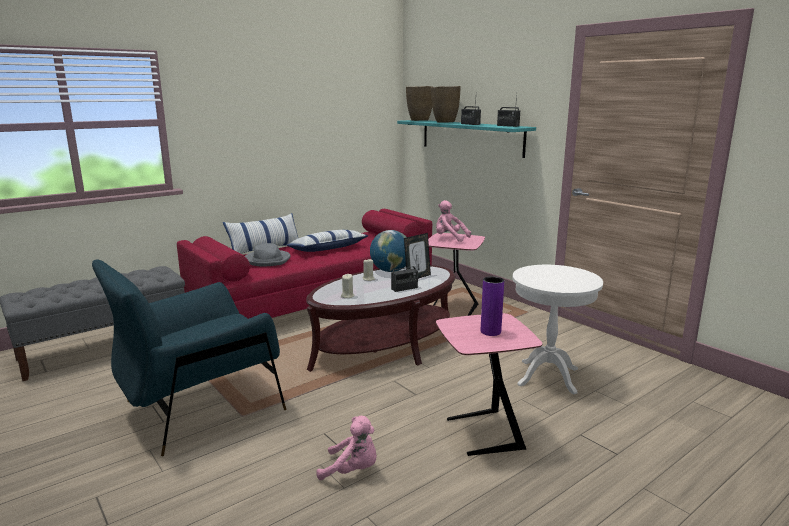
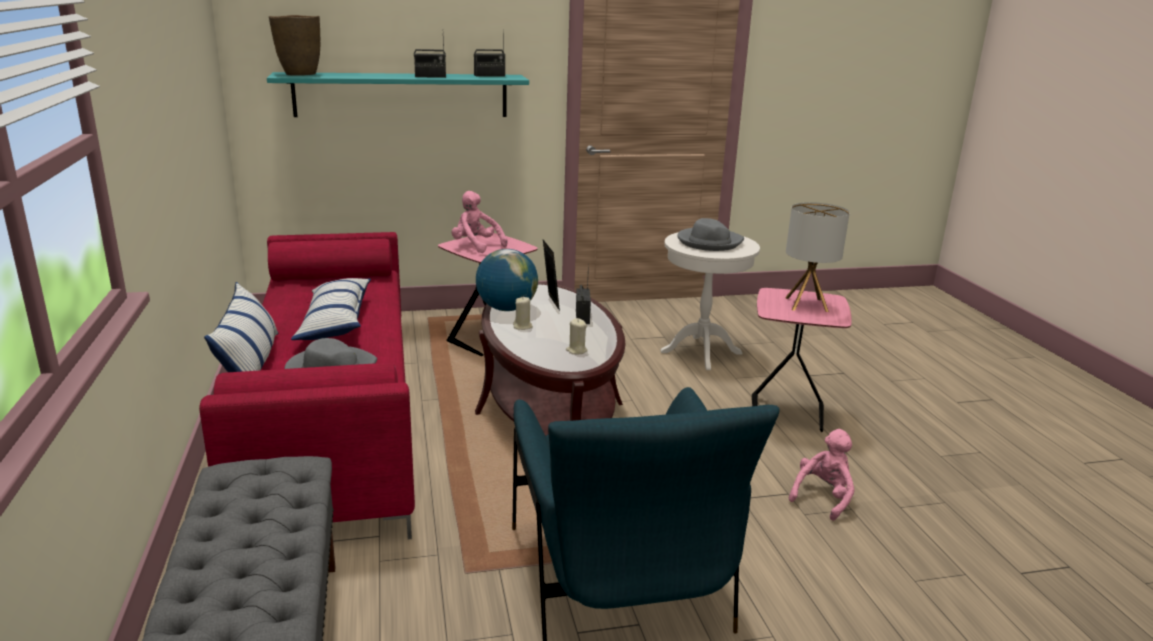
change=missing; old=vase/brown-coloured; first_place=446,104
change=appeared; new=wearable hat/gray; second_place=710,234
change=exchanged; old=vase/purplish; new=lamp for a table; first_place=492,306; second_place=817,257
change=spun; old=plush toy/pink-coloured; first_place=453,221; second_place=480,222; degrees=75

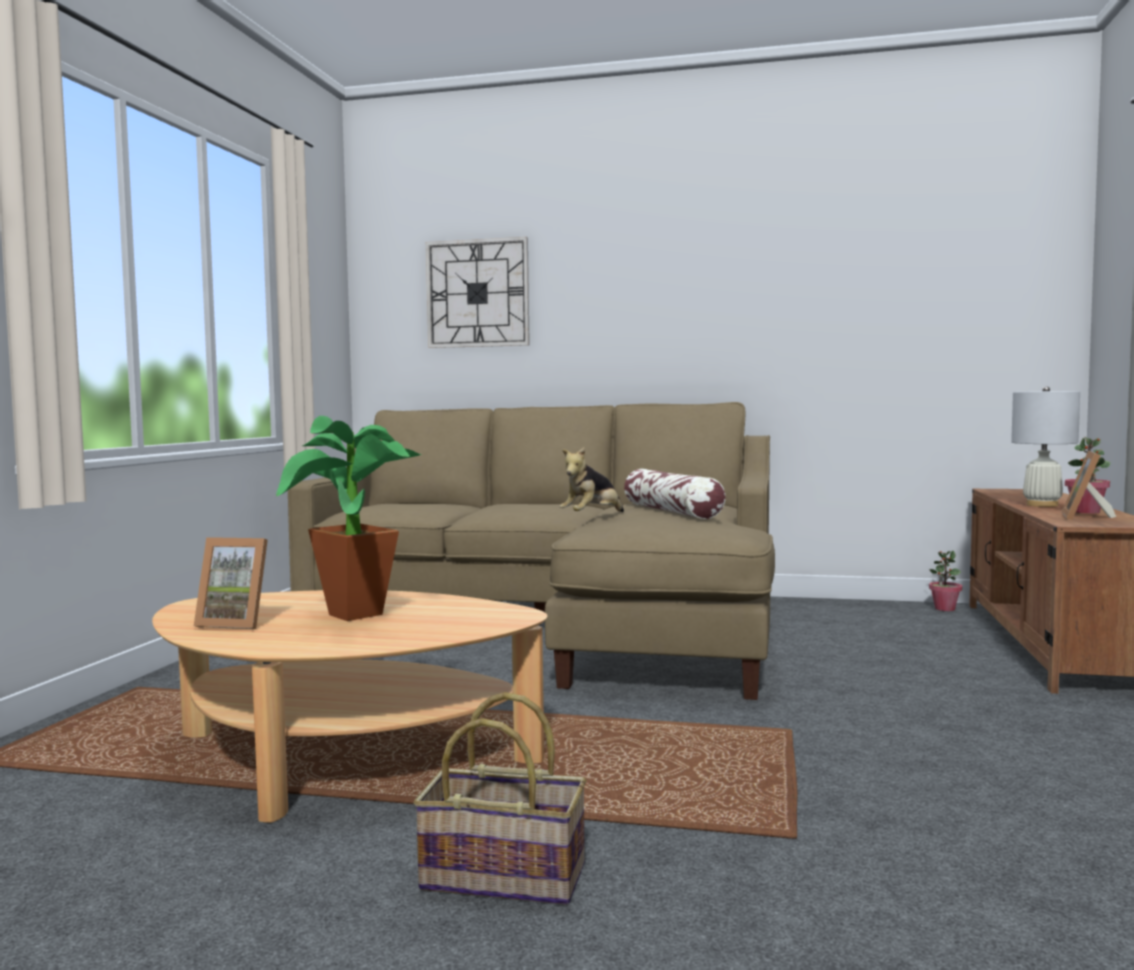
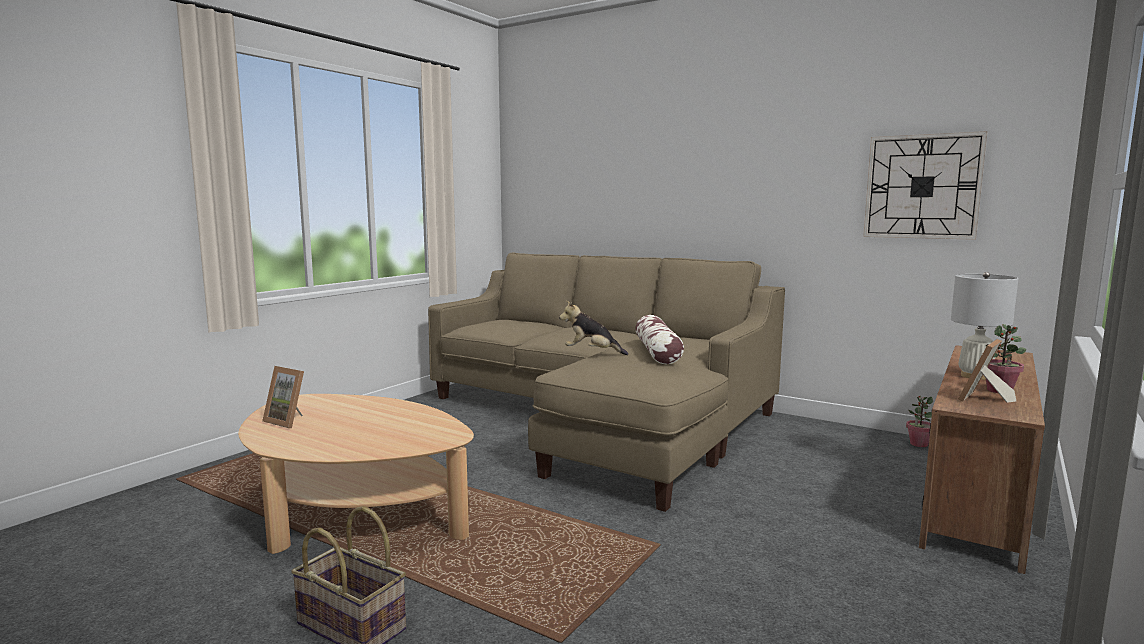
change=missing; old=plant in a pot; first_place=349,518
change=relocated; old=clock on the wall; first_place=478,292; second_place=925,185
change=spun; old=plush toy; first_place=591,479; second_place=593,328; degrees=45

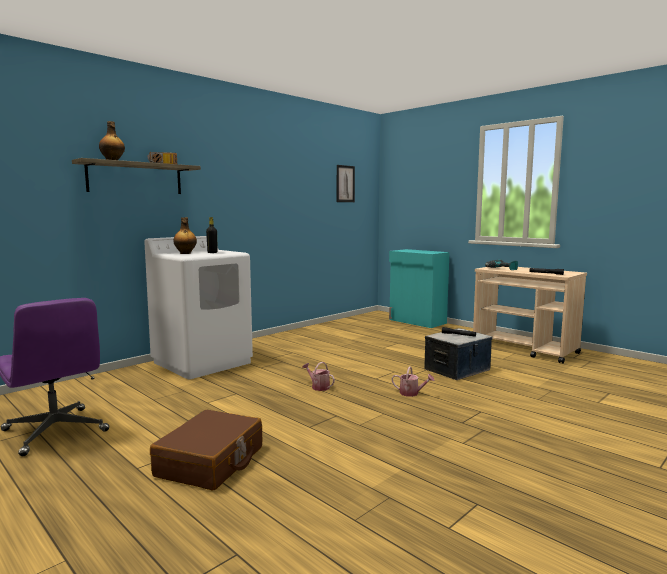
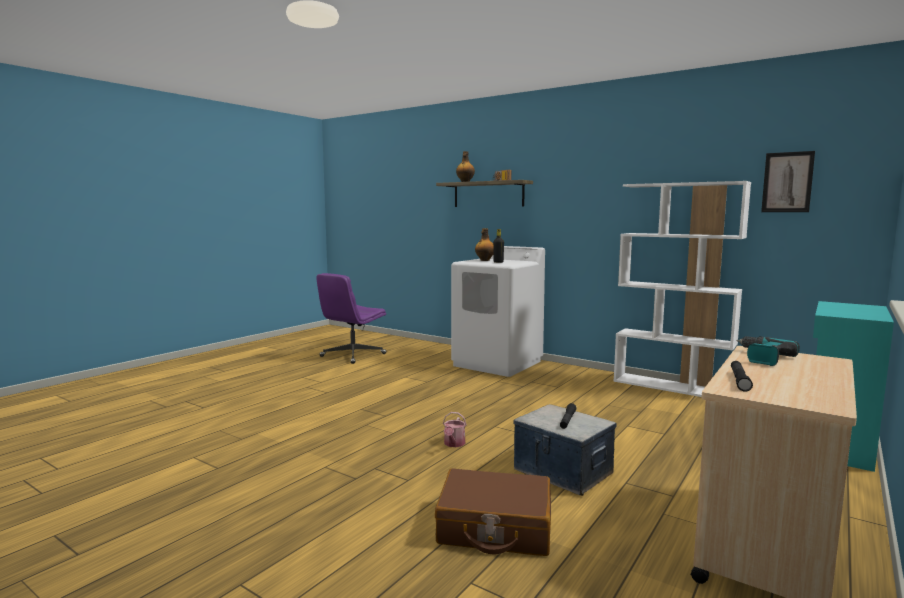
change=missing; old=watering pot; first_place=318,376
change=appeared; new=shelving unit/whitish; second_place=682,289
change=relocated; old=travel case/brown-coloured; first_place=206,450; second_place=493,512

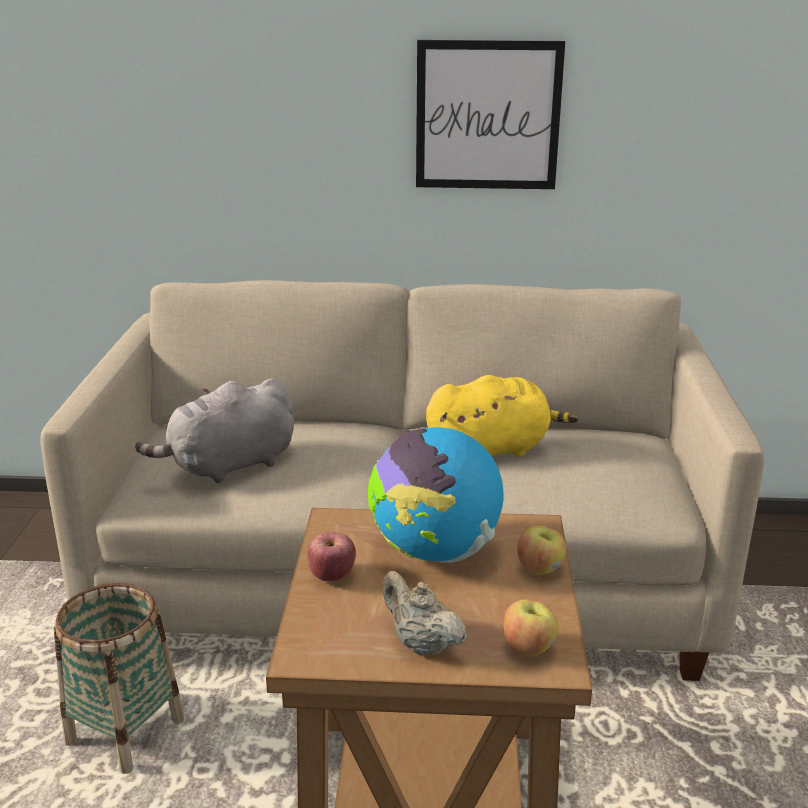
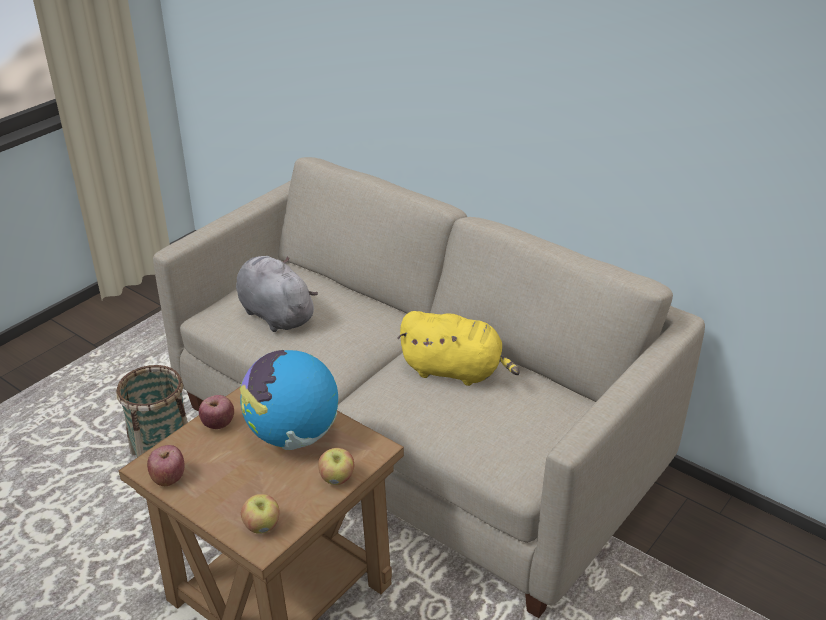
change=missing; old=tea pot/beige-coloured; first_place=425,613
change=missing; old=wall art; first_place=490,114
change=appeared; new=apple fruit; second_place=165,465
change=spun; old=plush toy/gray; first_place=214,431; second_place=277,294; degrees=45

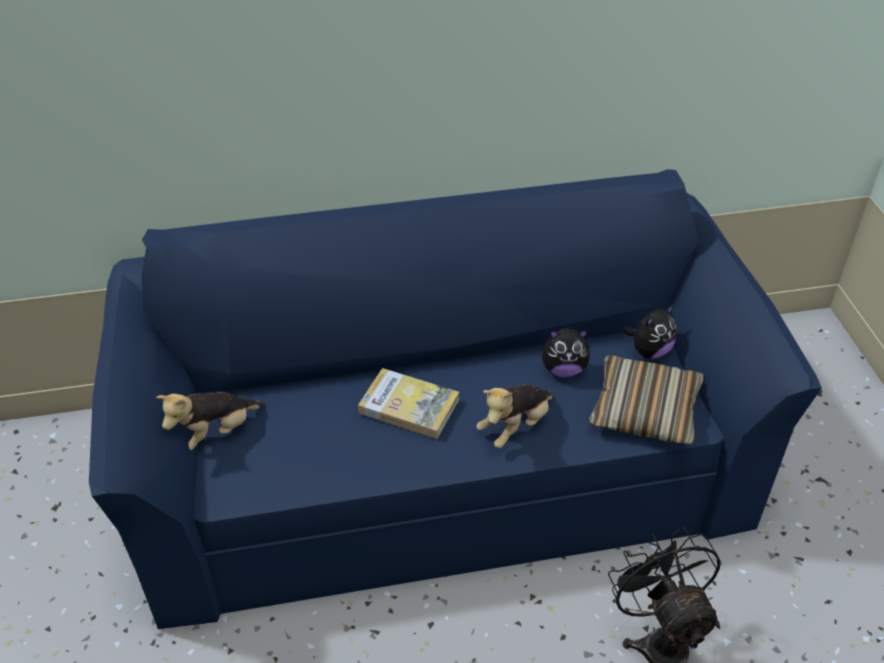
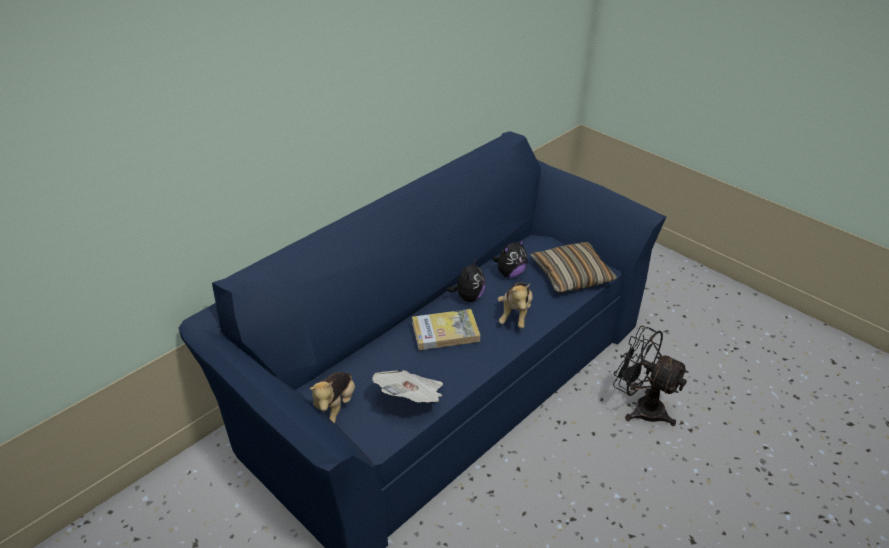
change=appeared; new=daily paper; second_place=407,386
change=relocated; old=plush toy; first_place=650,331; second_place=466,279

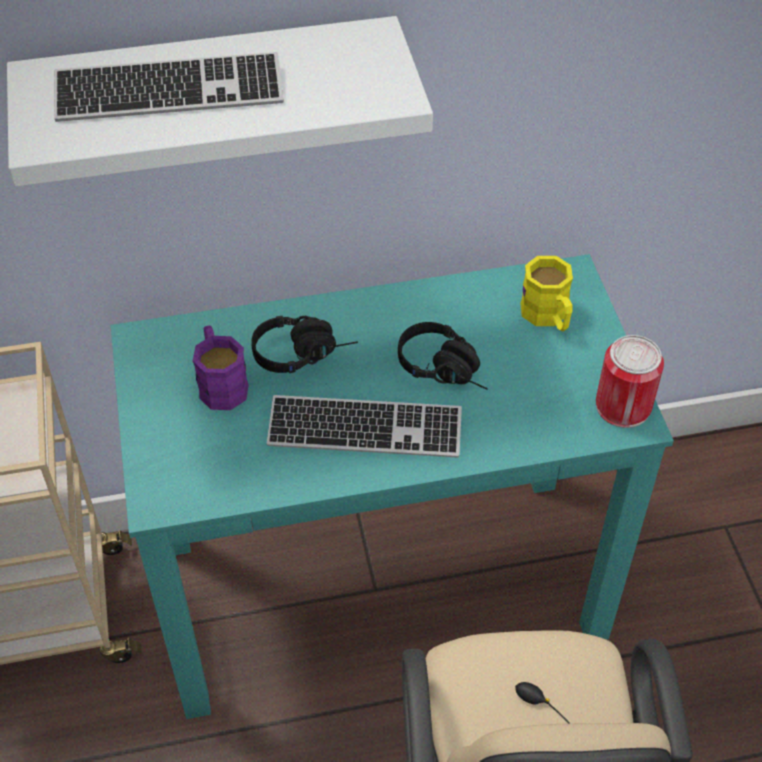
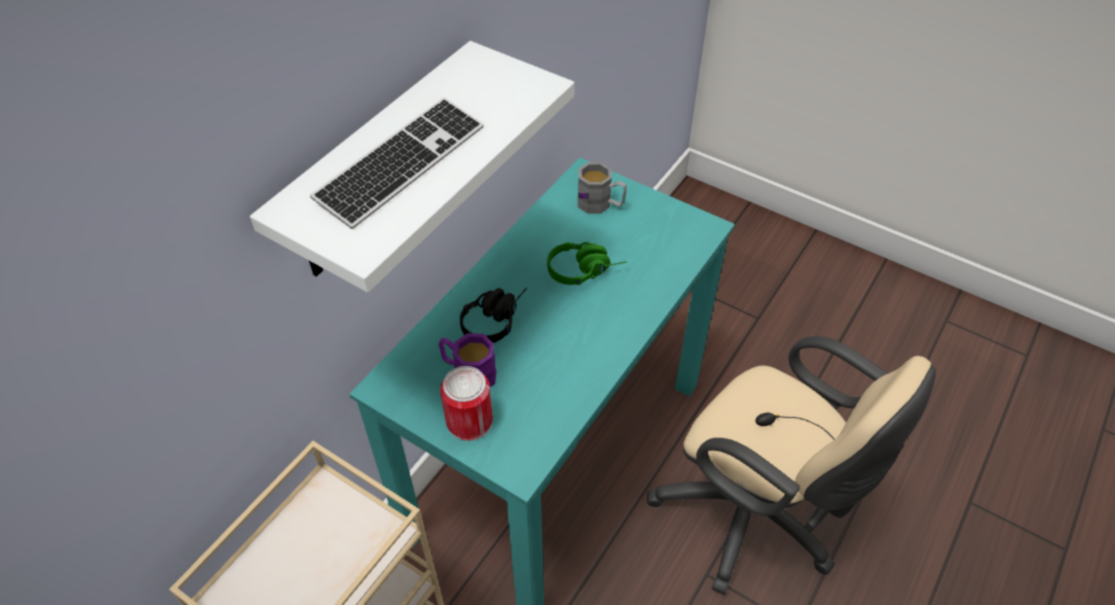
change=missing; old=keyboard; first_place=364,426
change=relocated; old=metal can; first_place=630,381; second_place=466,403
change=colour; old=headphones/blackish; new=headphones/greenish; first_place=443,356; second_place=587,263
change=colour; old=mug/yellow-coloured; new=mug/gray; first_place=546,293; second_place=602,188

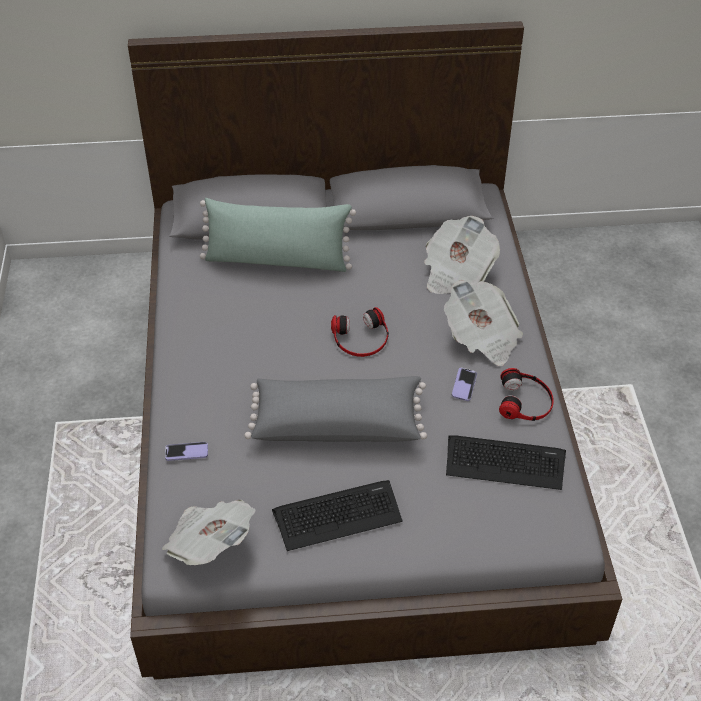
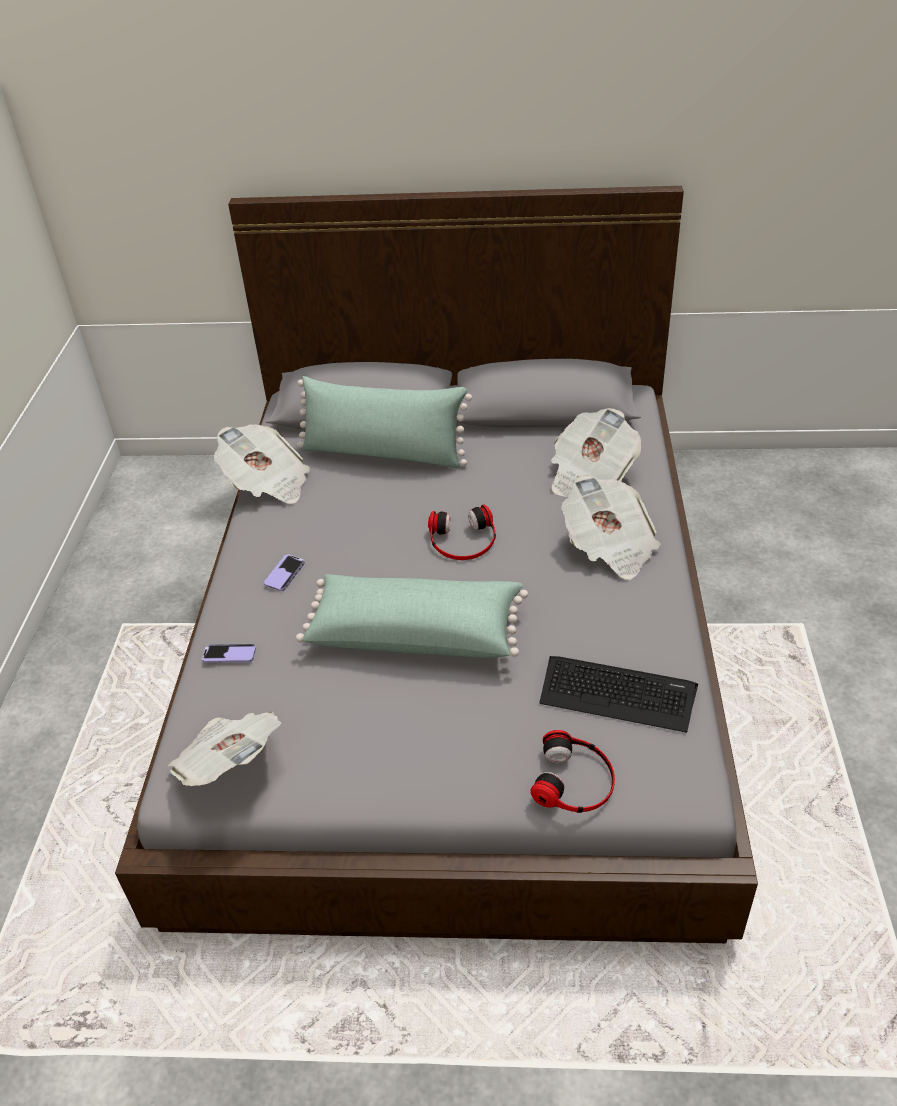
change=missing; old=keyboard; first_place=337,515
change=appeared; new=daily paper; second_place=262,464
change=relocated; old=handset; first_place=464,384; second_place=284,572
change=relocated; old=headphones; first_place=526,394; second_place=572,771
change=colour; old=cushion/gray; new=cushion/greenish; first_place=335,409; second_place=412,616

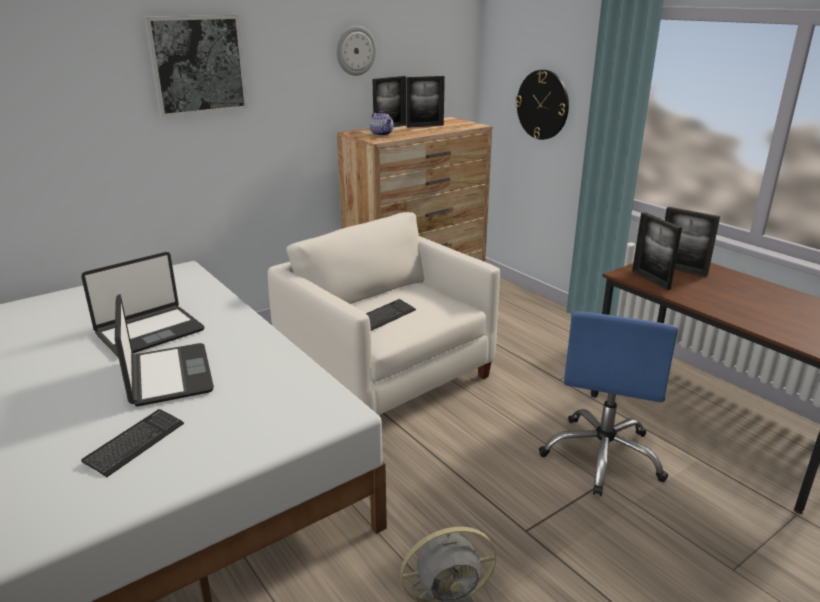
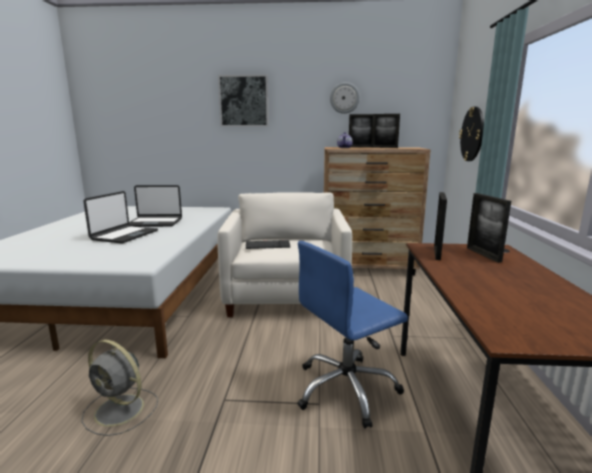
change=missing; old=keyboard; first_place=132,443

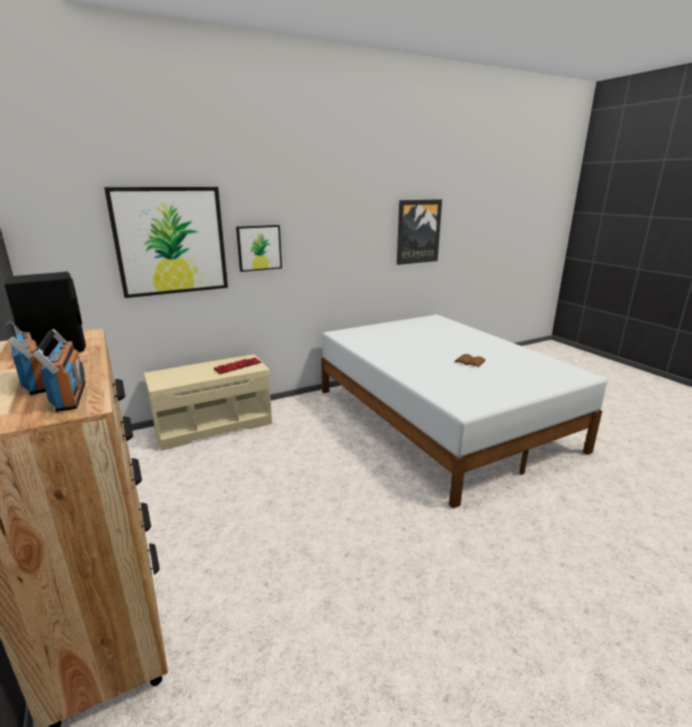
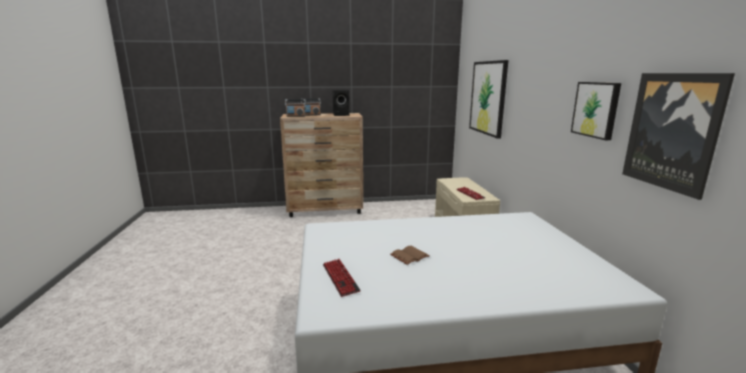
change=appeared; new=keyboard; second_place=342,278
change=relocated; old=wall art; first_place=259,248; second_place=596,111

